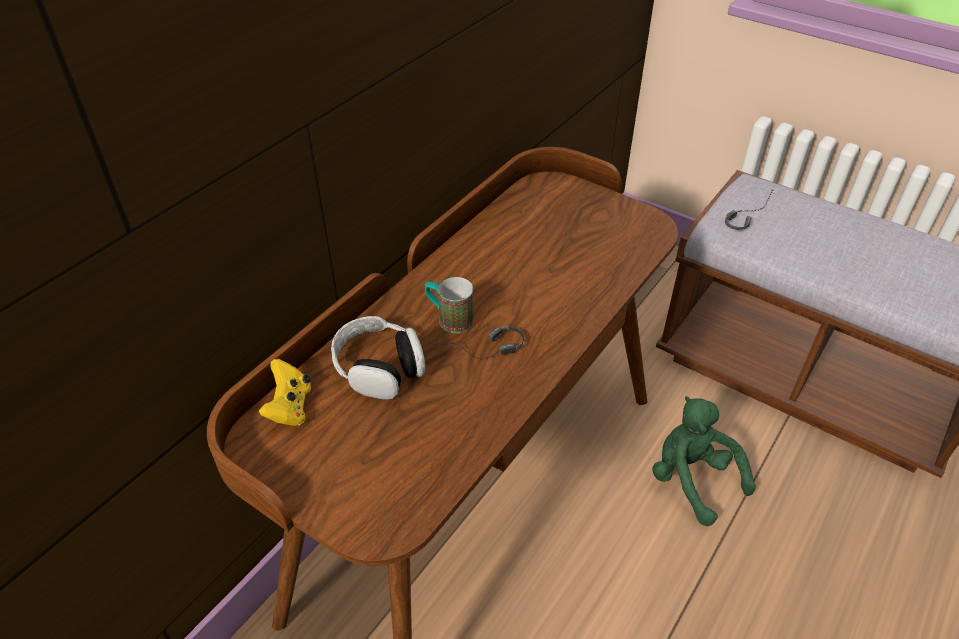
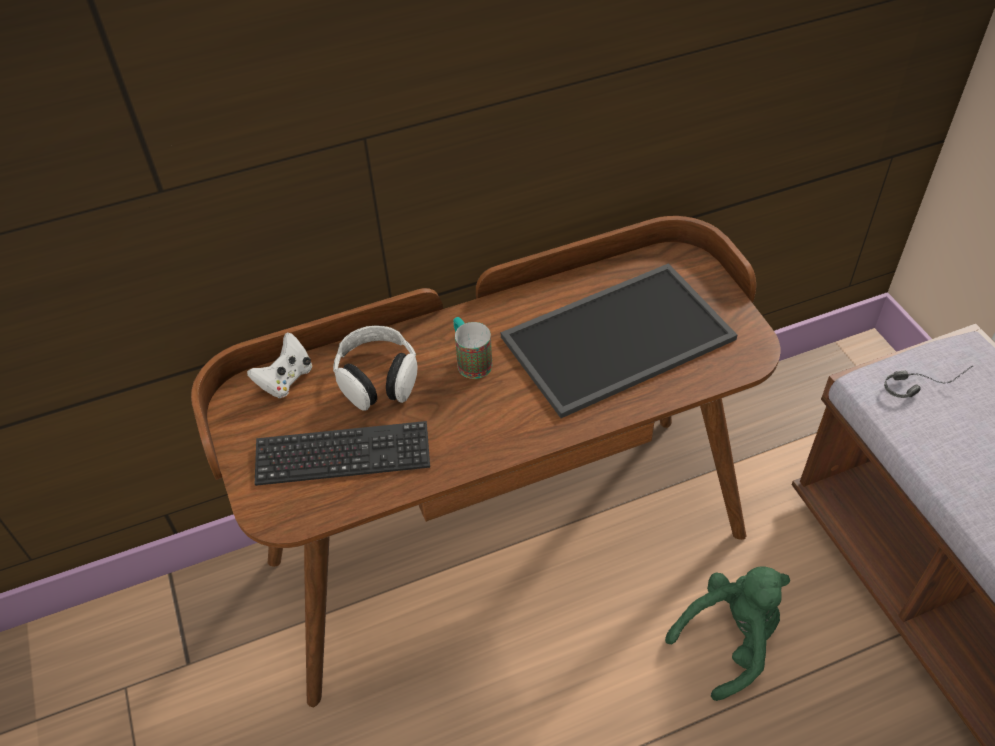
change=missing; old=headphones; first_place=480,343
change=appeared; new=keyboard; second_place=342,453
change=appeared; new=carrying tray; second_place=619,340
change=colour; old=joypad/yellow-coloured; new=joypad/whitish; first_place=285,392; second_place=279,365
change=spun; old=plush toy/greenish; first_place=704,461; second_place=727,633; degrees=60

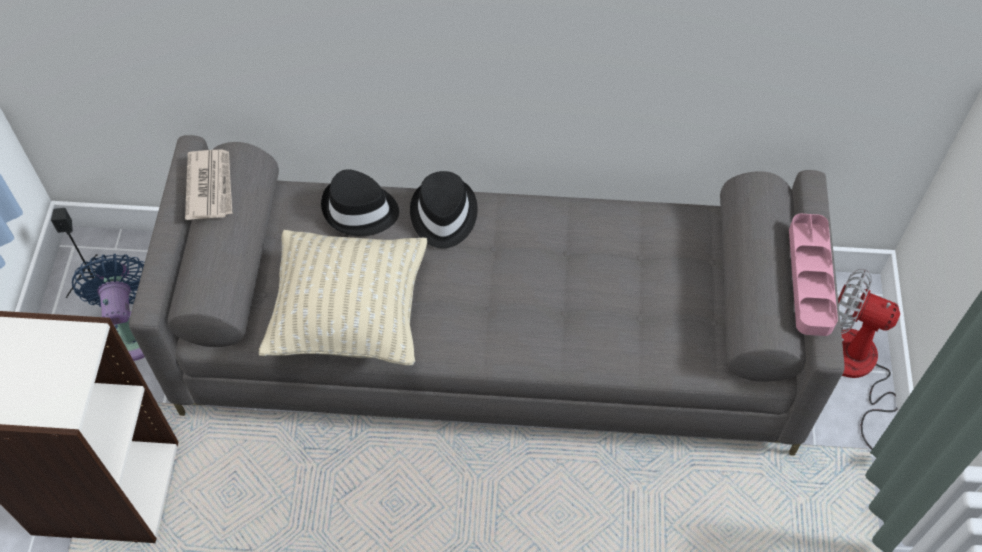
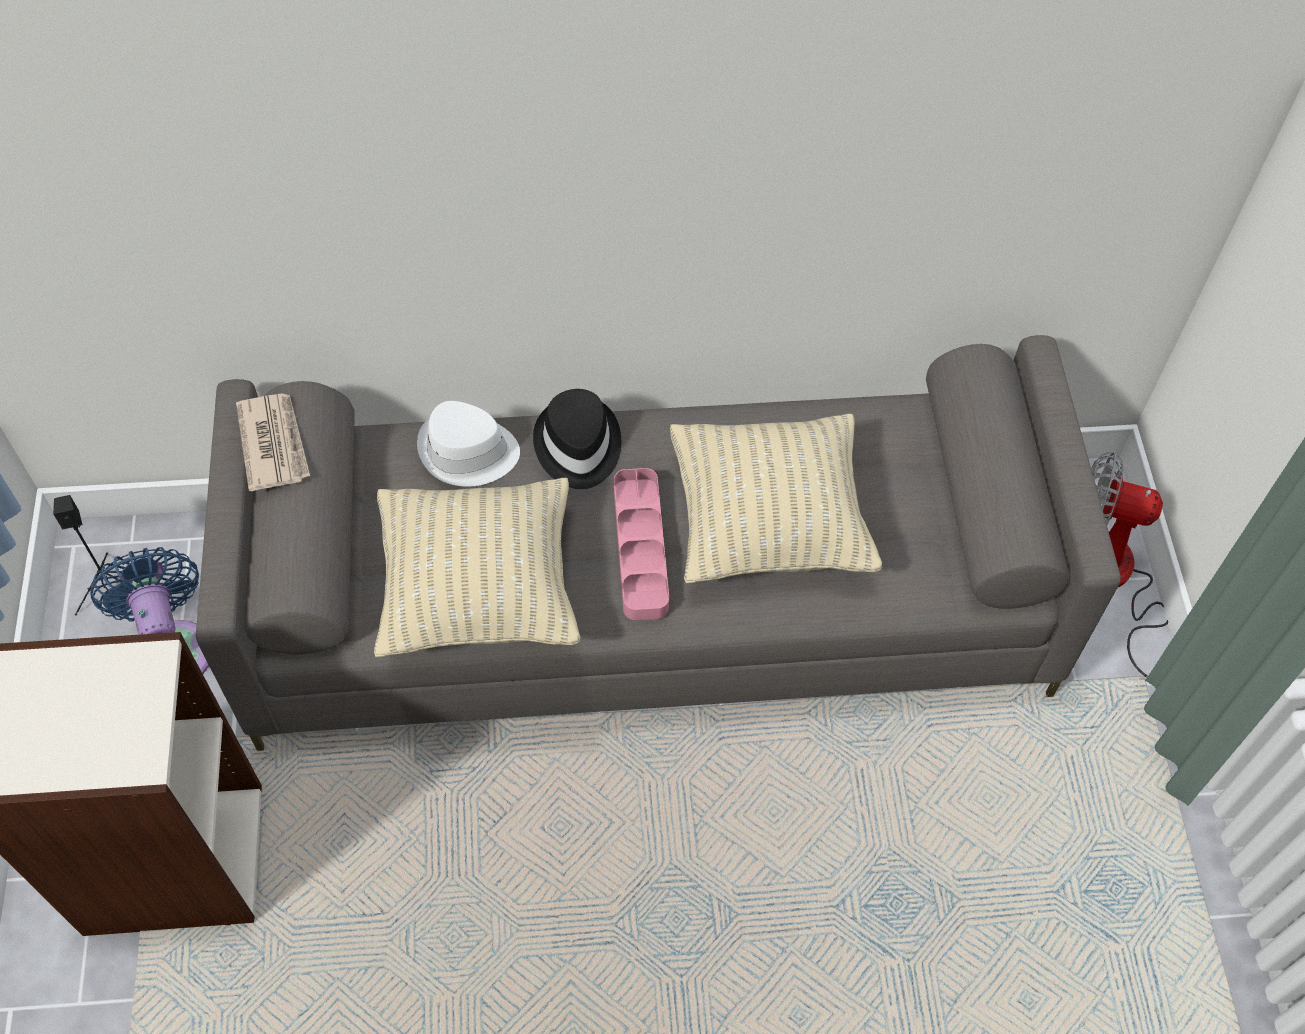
change=appeared; new=cushion/beige-coloured; second_place=776,498
change=relocated; old=carrying tray/pink-coloured; first_place=813,275; second_place=641,544
change=colour; old=wearable hat/blackish; new=wearable hat/whitish; first_place=360,202; second_place=468,444

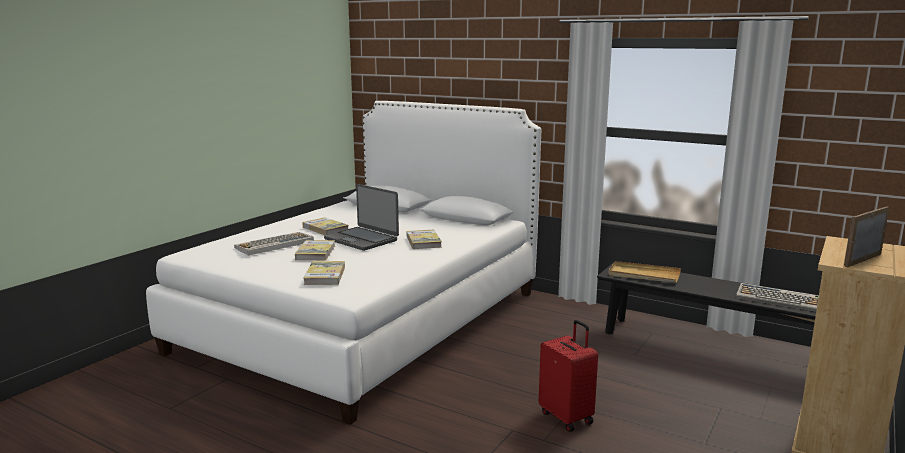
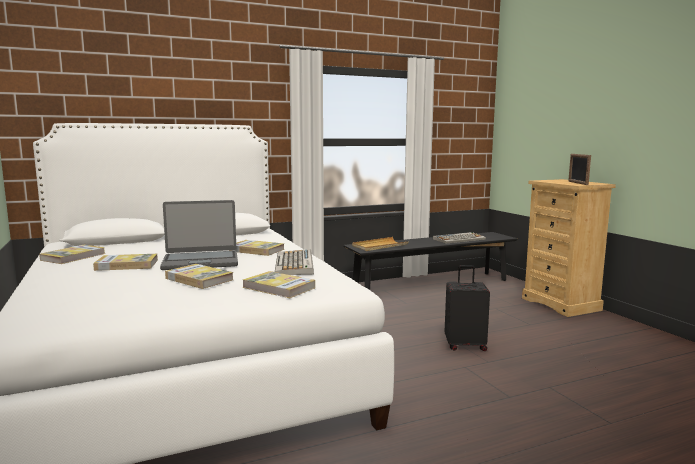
change=appeared; new=bound book; second_place=72,254
change=relocated; old=keyboard; first_place=274,244; second_place=294,262
change=colour; old=travel case/red-coloured; new=travel case/blackish; first_place=568,376; second_place=467,308

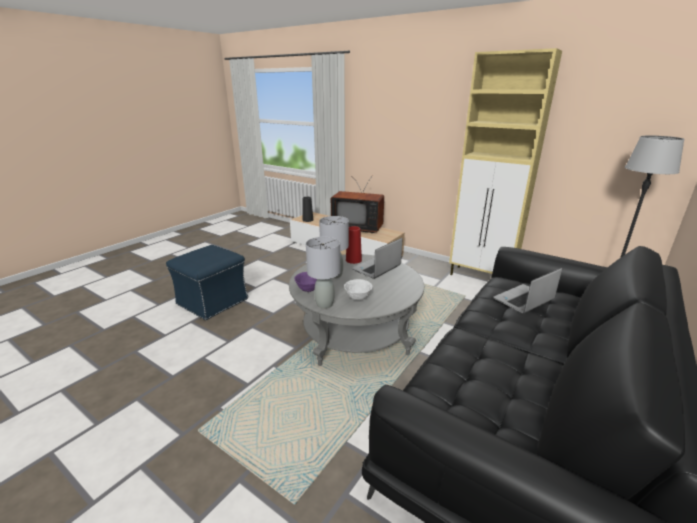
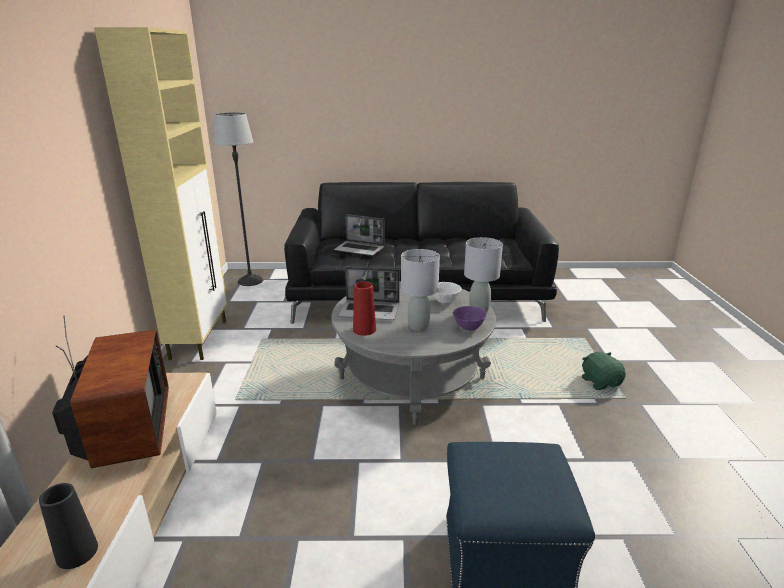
change=appeared; new=plush toy/greenish; second_place=604,371

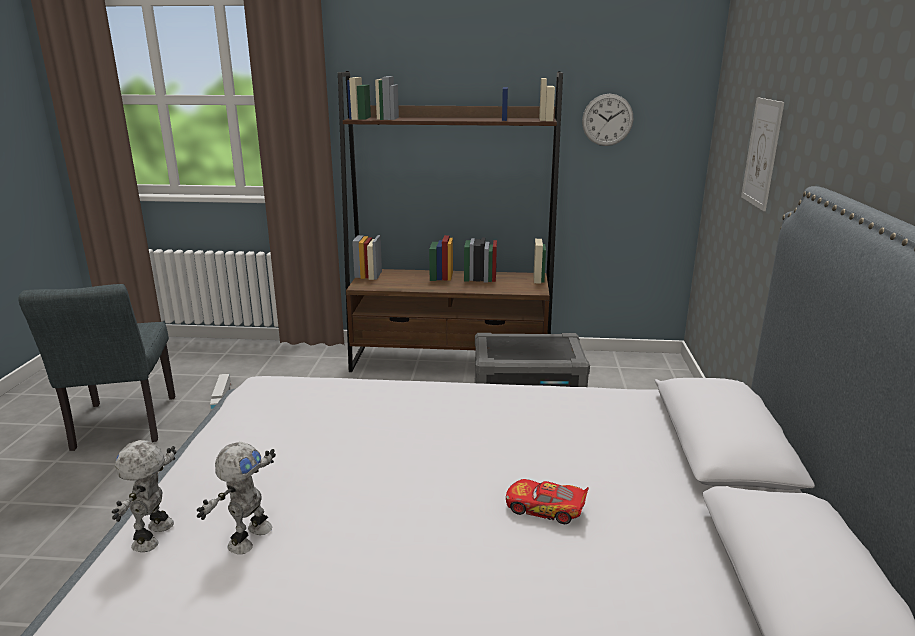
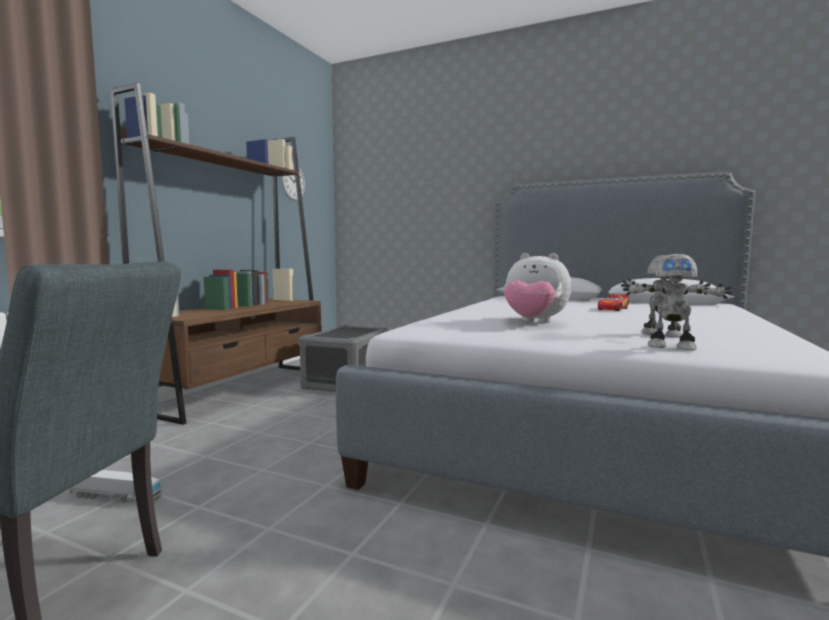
change=missing; old=wall art; first_place=762,154
change=appeared; new=plush toy; second_place=537,288

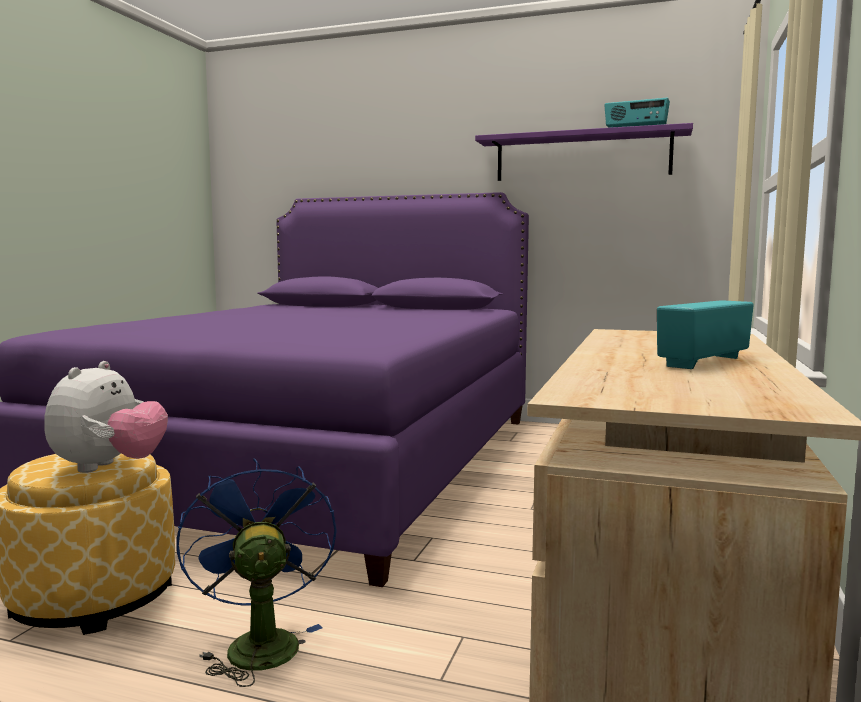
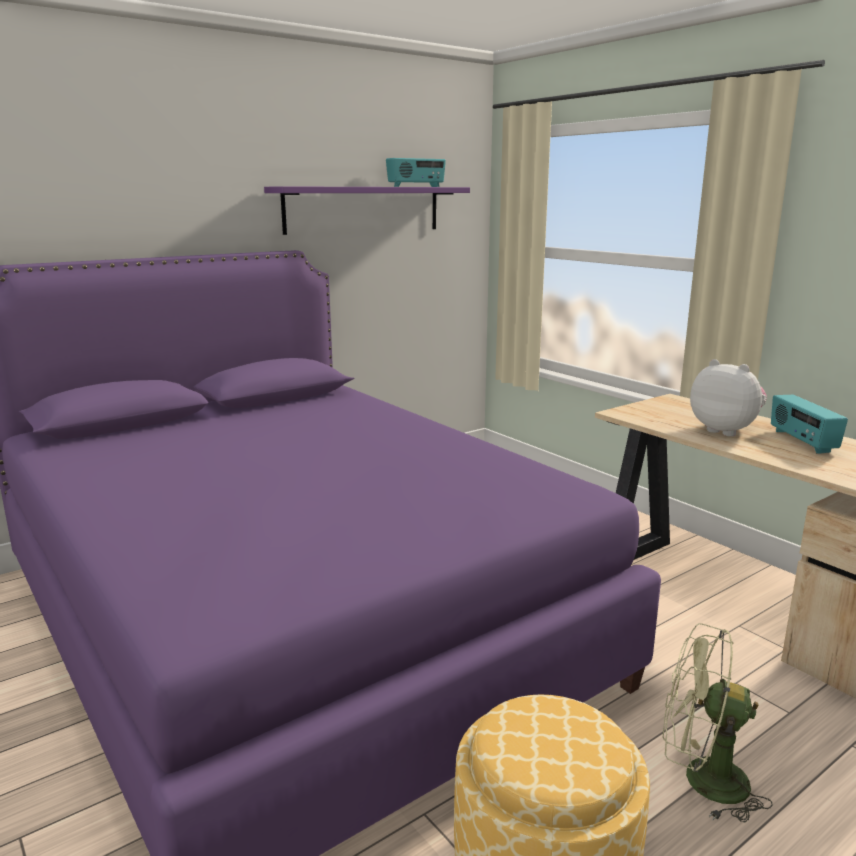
change=relocated; old=plush toy; first_place=106,417; second_place=728,398
change=colour; old=electric fan/blue-coloured; new=electric fan/greenish; first_place=256,572; second_place=718,723

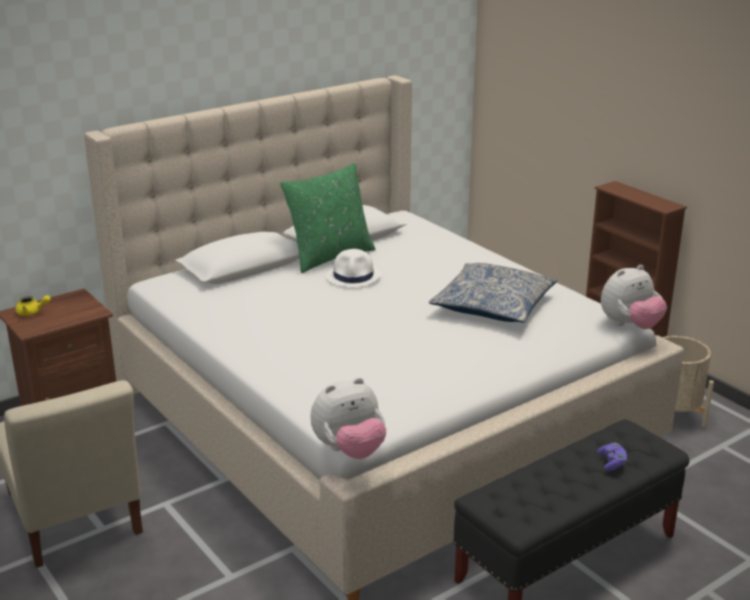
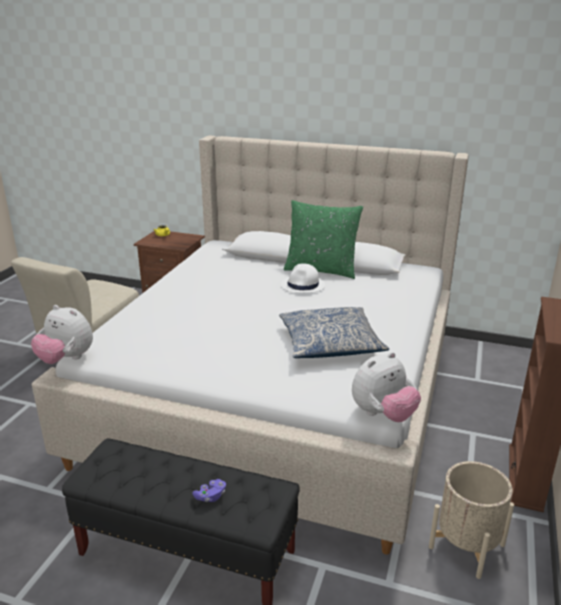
change=spun; old=plush toy; first_place=634,297; second_place=386,387; degrees=-60

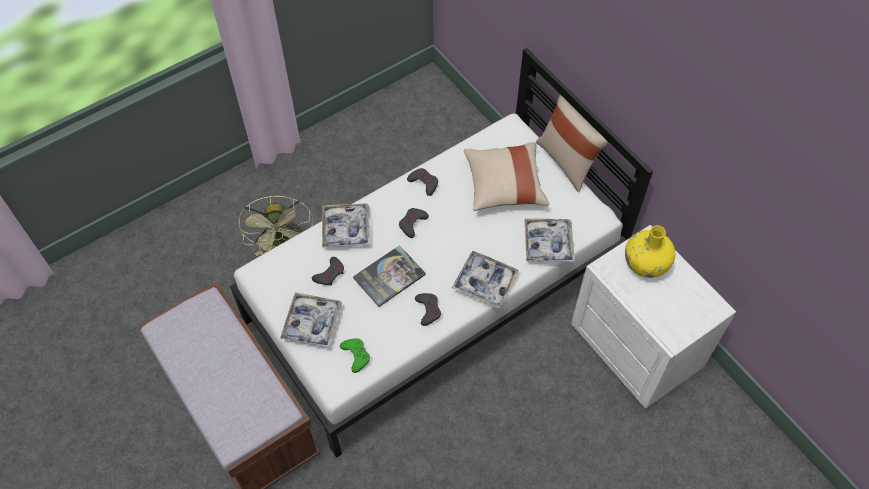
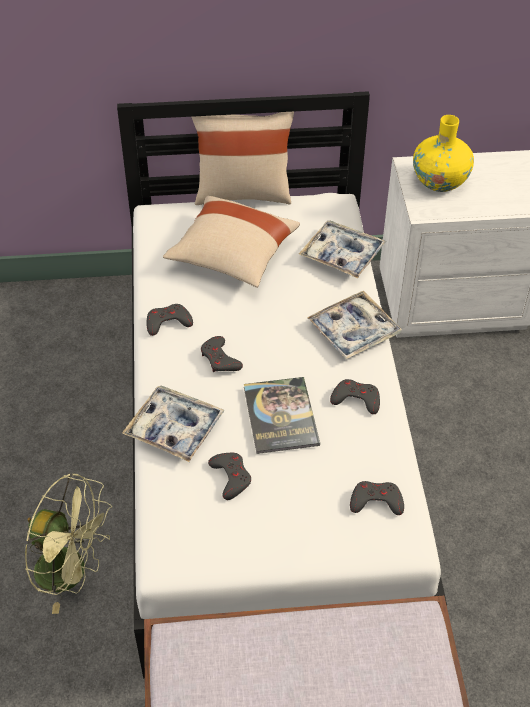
change=missing; old=carrying tray; first_place=311,320
change=colour; old=joypad/greenish; new=joypad/gray; first_place=355,355; second_place=377,498

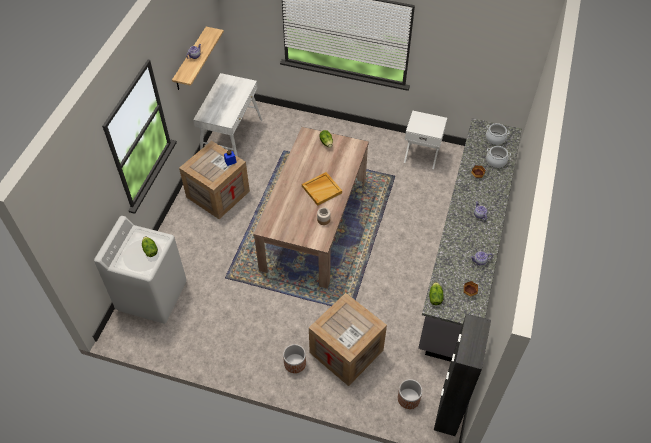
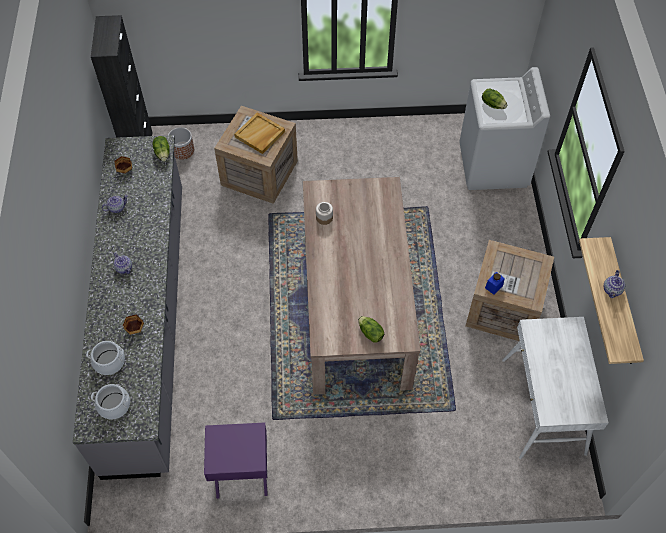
change=missing; old=plant pot; first_place=294,358
change=relocated; old=carrying tray/beige-coloured; first_place=322,189; second_place=259,133
change=colour; old=nightstand/whitish; new=nightstand/purplish; first_place=425,140; second_place=235,460

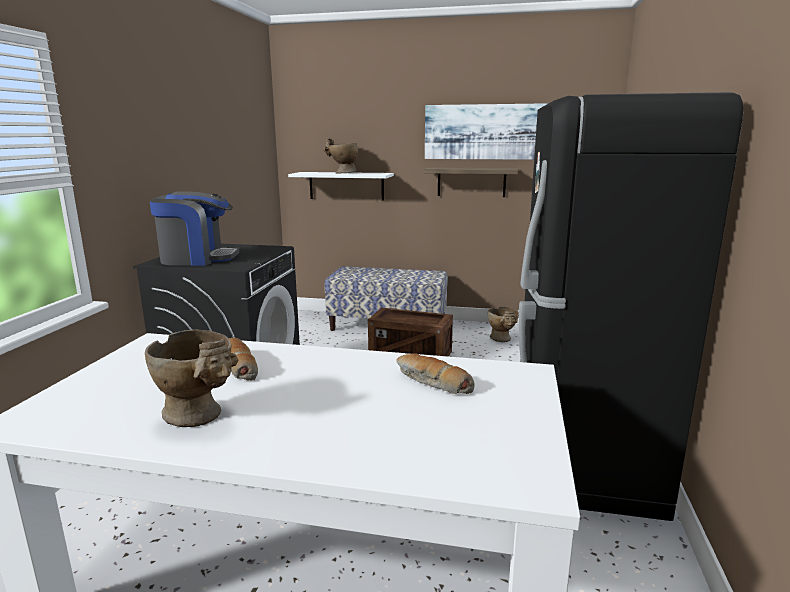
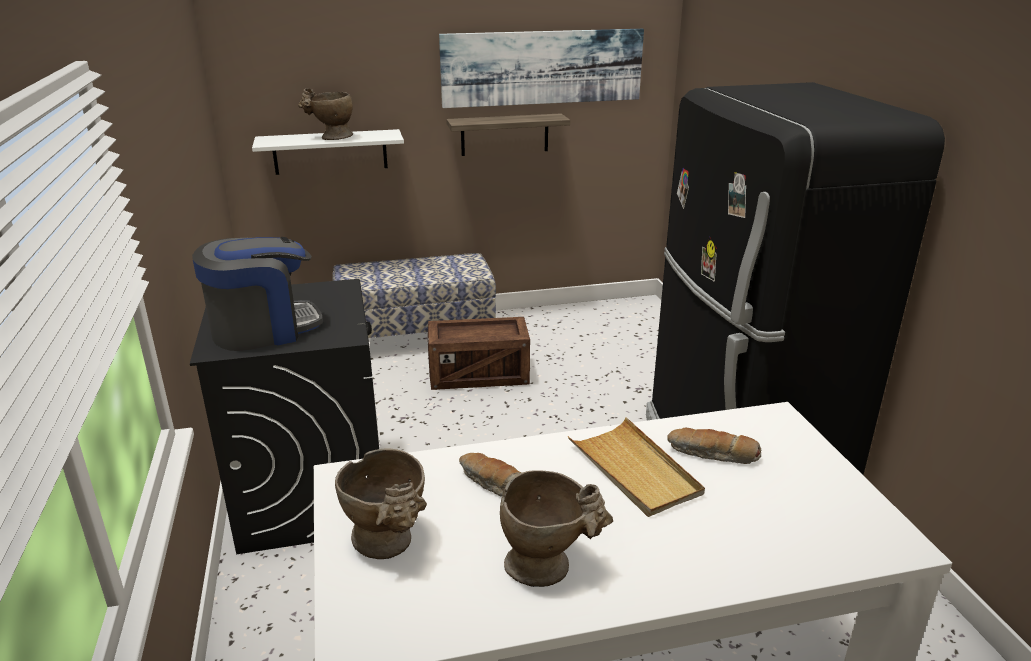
change=appeared; new=carrying tray/beige-coloured; second_place=636,467
change=relocated; old=vase/beige-coloured; first_place=503,324; second_place=381,503

